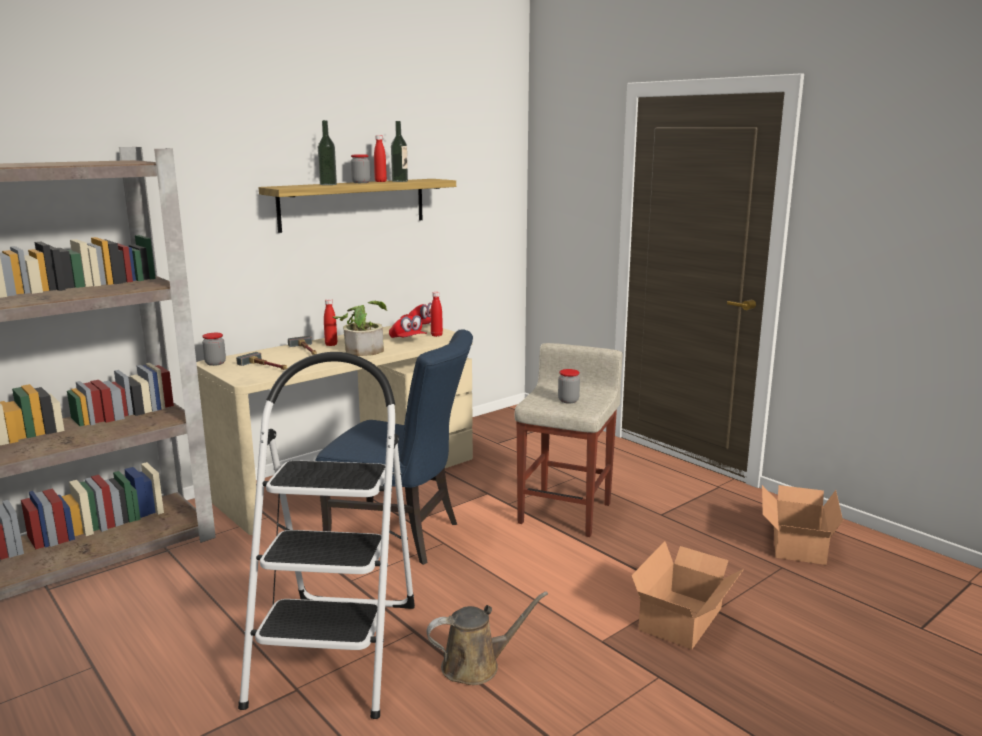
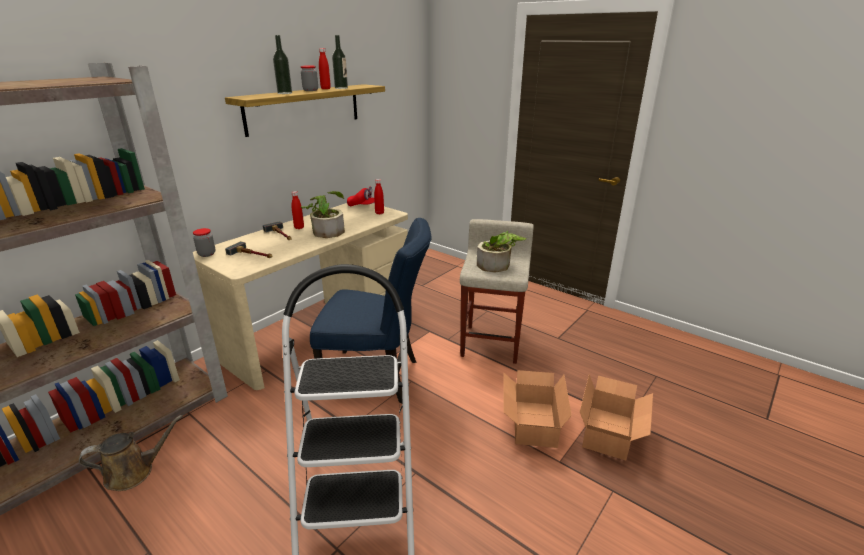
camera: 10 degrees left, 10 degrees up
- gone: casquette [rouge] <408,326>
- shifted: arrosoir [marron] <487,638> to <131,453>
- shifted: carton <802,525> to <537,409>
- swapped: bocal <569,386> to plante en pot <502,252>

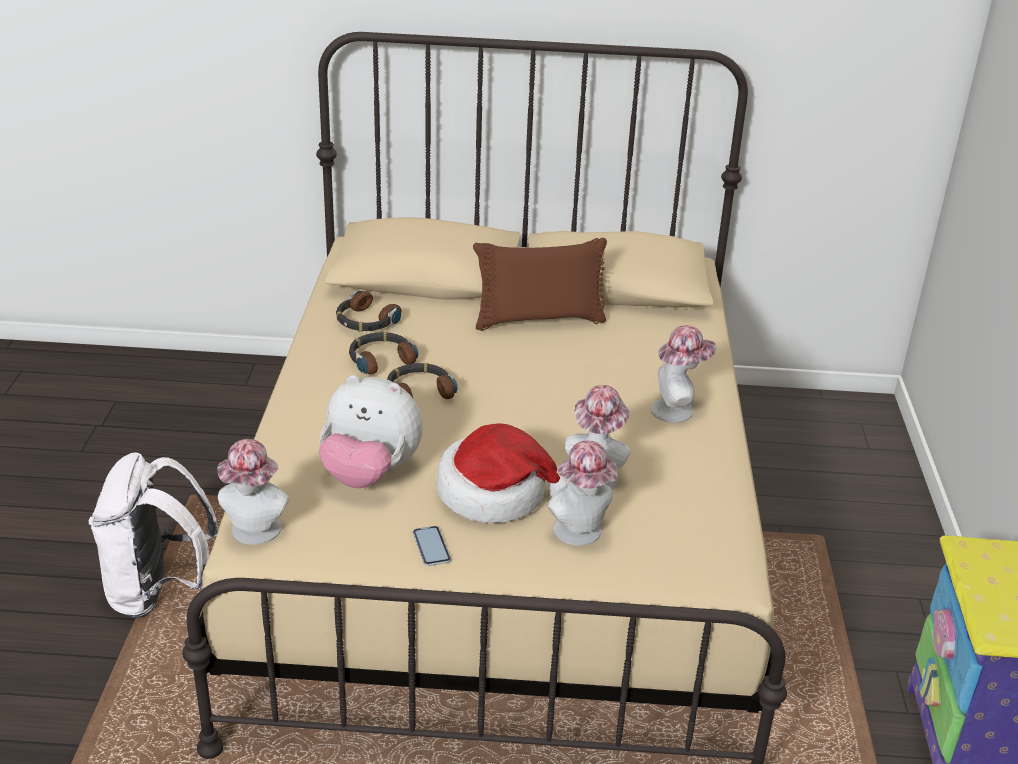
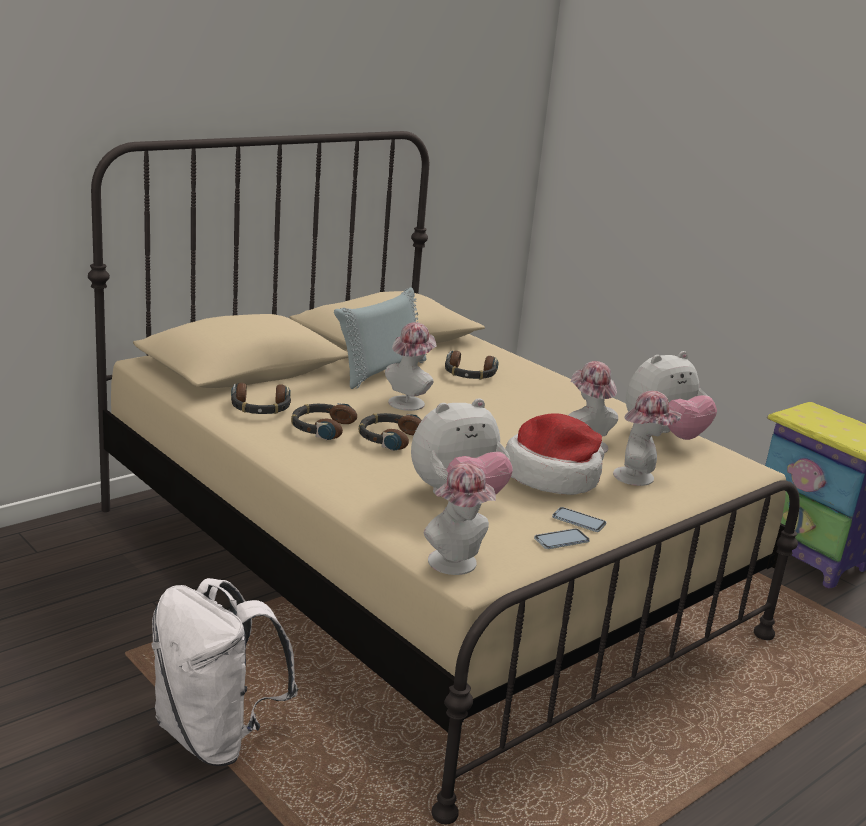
camera: 45 degrees left, 10 degrees down
- new: casque audio <472,365>
- new: téléphone <562,538>
- new: peluche <671,395>
- shifted: chapeau <683,374> to <411,366>
- repainted: coussin [marron] <540,284> to coussin [bleu] <380,338>

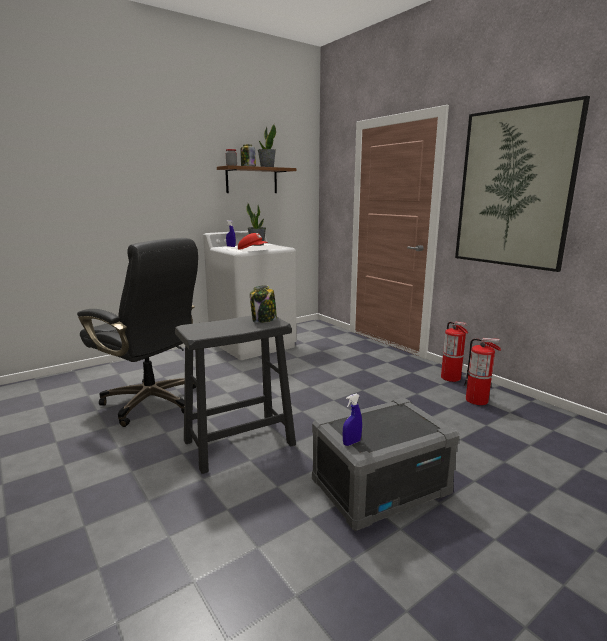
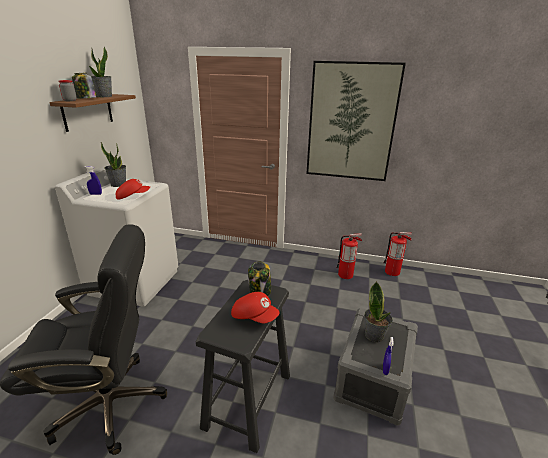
camera: 40 degrees left, 10 degrees up
- new: casquette [rouge] <255,307>
- new: plante en pot <378,311>
- shifted: extincteur <454,352> to <397,254>

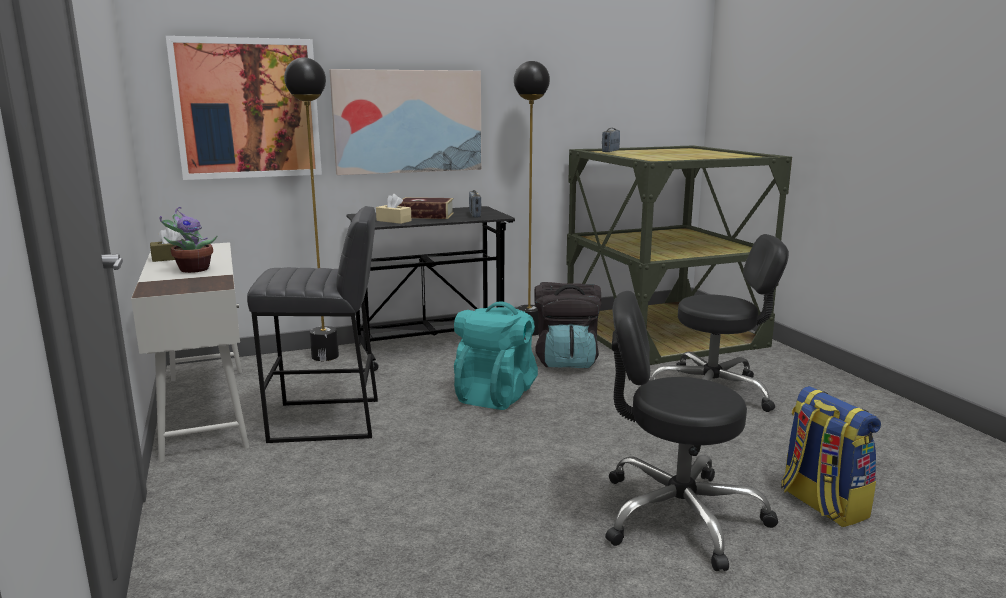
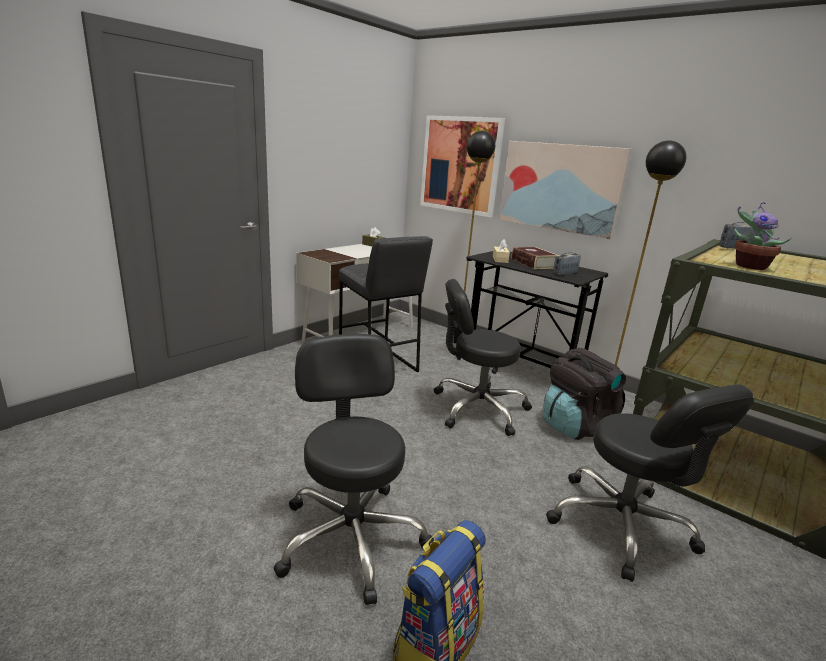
camera: 60 degrees right, 5 degrees up
- shifted: plante en pot <188,240> to <763,236>
- swapped: sac à dos [turquoise] <496,355> to chaise de bureau [noir] <483,357>

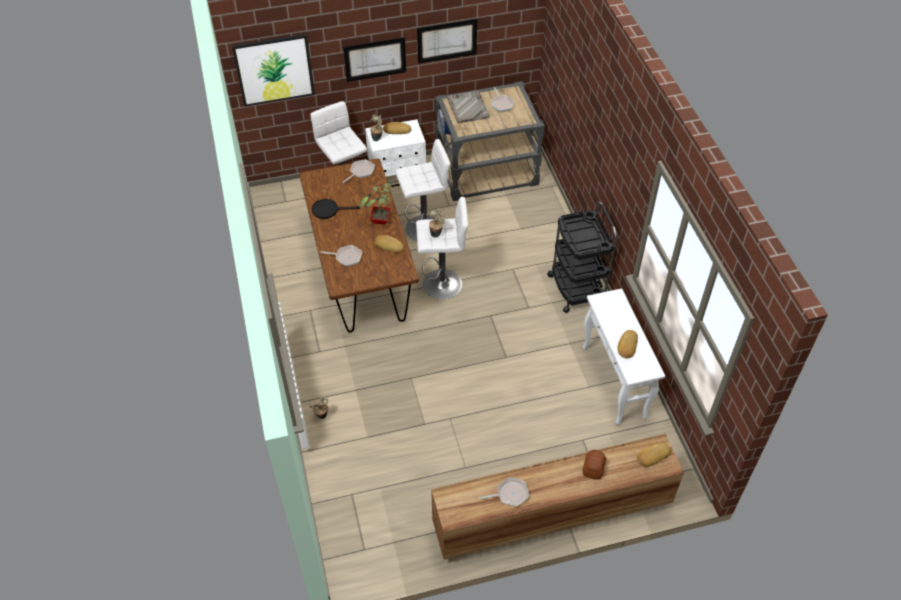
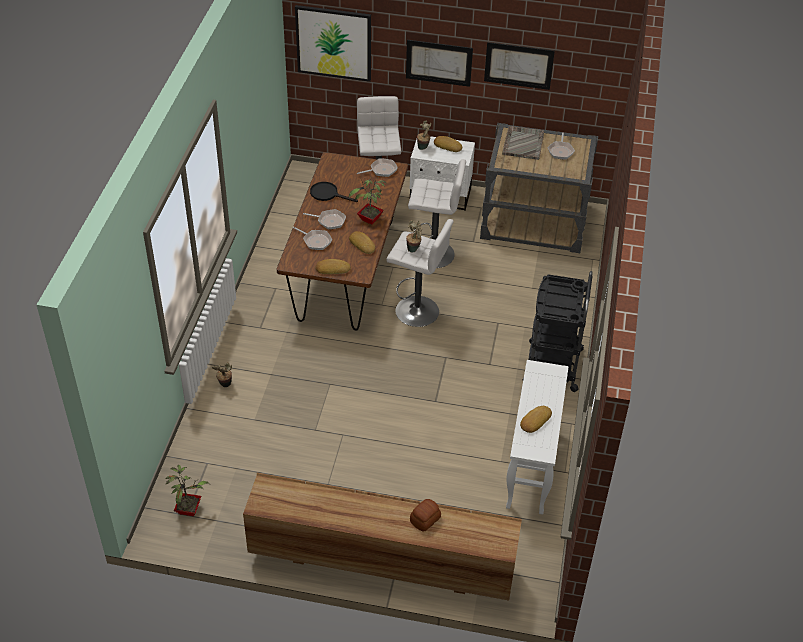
camera: 25 degrees right, 5 degrees down
- new: plante en pot <187,490>
- shifted: poêle <504,491> to <324,219>
- shifted: pain <654,455> to <333,266>

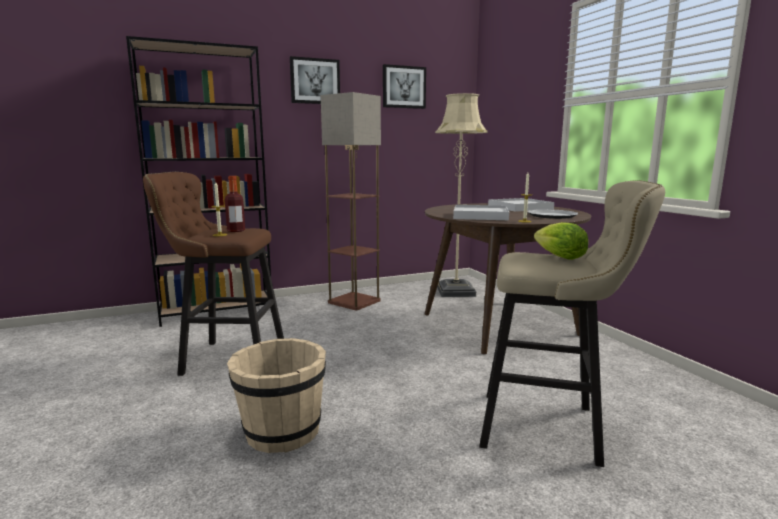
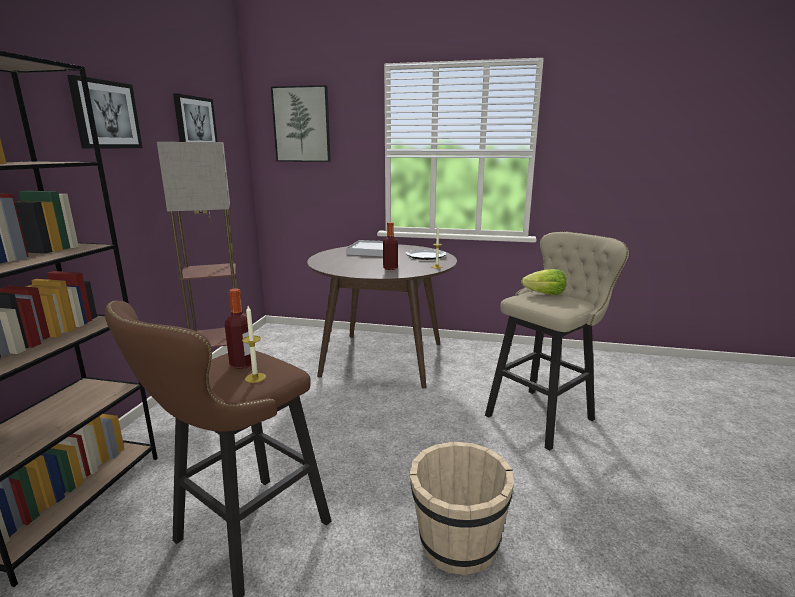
camera: 55 degrees left, 5 degrees up
- gone: lampadaire [beige] <461,195>
- new: tableau <301,123>
- swapped: plateau [blanc] <481,212> to bouteille <390,246>

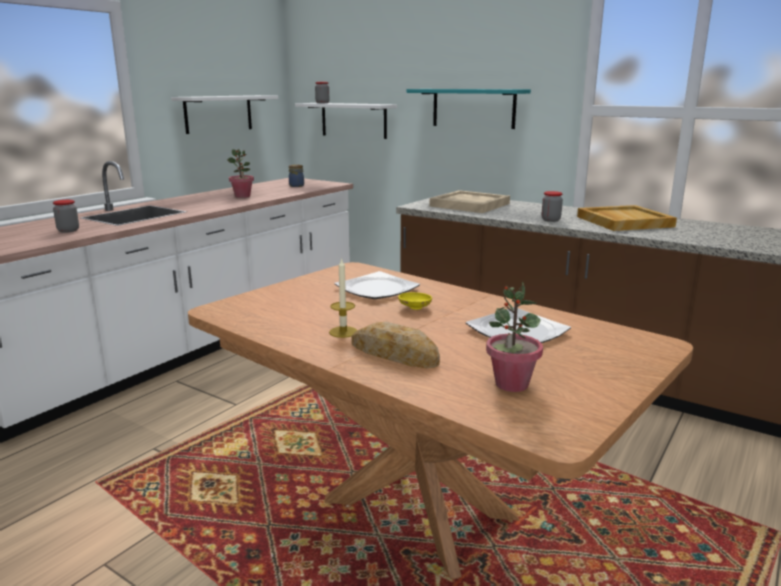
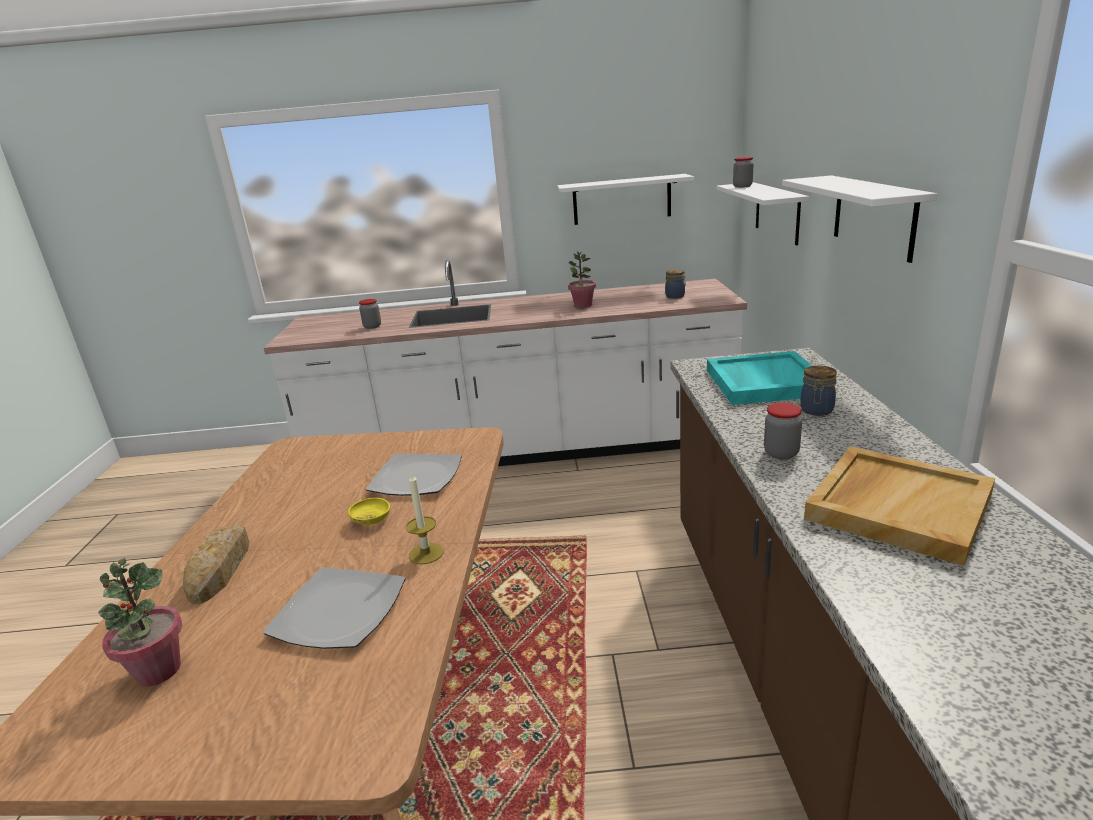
camera: 55 degrees right, 5 degrees up
- new: bocal <818,391>
- shifted: bougie <343,298> to <424,519>
- repainted: étagère [turquoise] <468,109> to étagère [blanc] <859,219>
- repainted: plateau [beige] <470,201> to plateau [turquoise] <759,378>

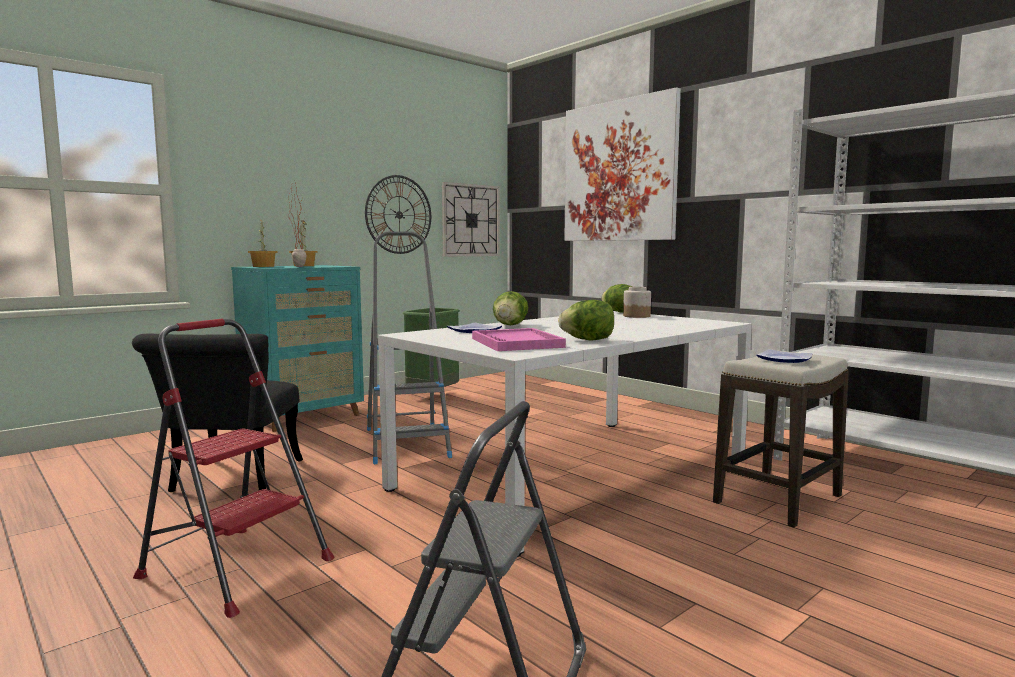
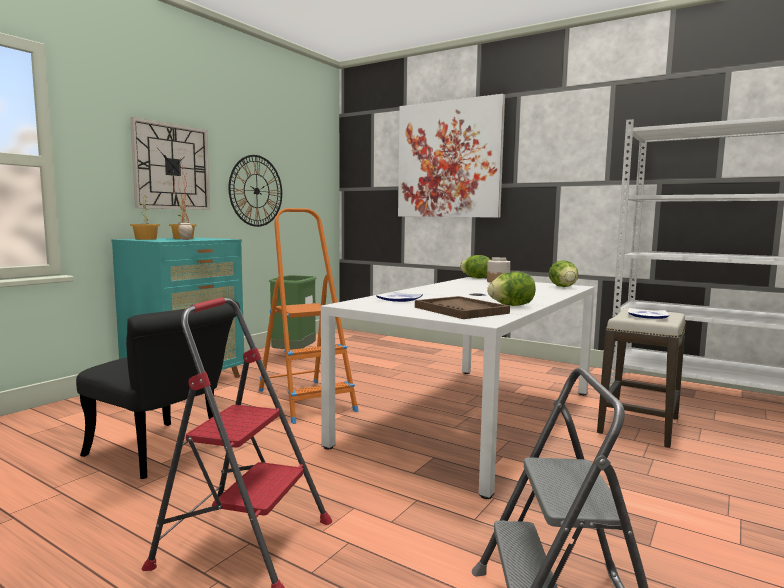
camera: 15 degrees left, 0 degrees up
- shifted: horloge murale <471,219> to <170,163>
- shifted: laitue <510,308> to <563,273>
- repainted: escabeau [gris] <409,347> to escabeau [orange] <309,316>
- repainted: plateau [rose] <519,339> to plateau [marron] <462,307>
- rotated: chaise [noir] <217,413> = <158,389> 45 degrees counterclockwise

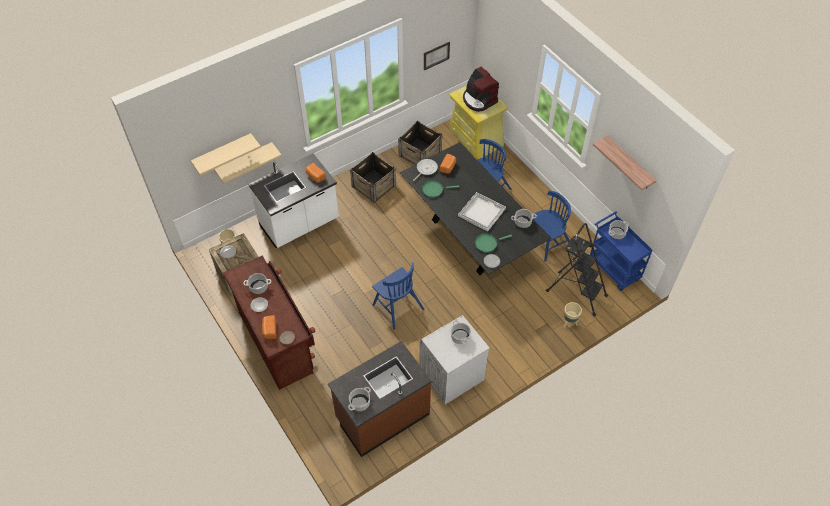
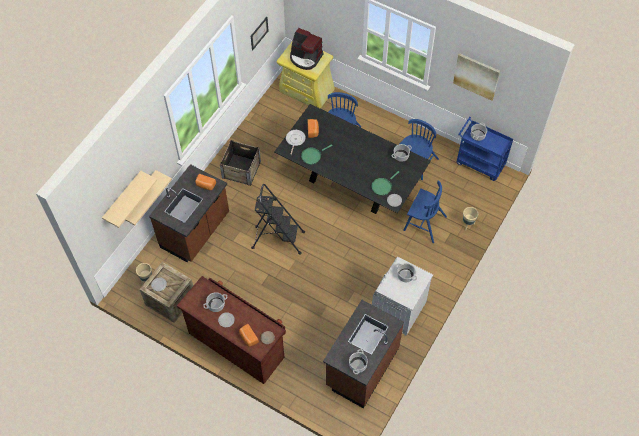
camera: 25 degrees left, 5 degrees up
- gone: caisse <420,142>
- gone: plateau [blanc] <482,212>
- shifted: chaise [bleu] <398,296> to <425,212>
- shifted: escabeau <577,269> to <278,219>
- swapped: étagère <625,163> to tableau <476,77>
- repainted: comptoir de cuisine [blanc] <293,200> to comptoir de cuisine [marron] <189,213>

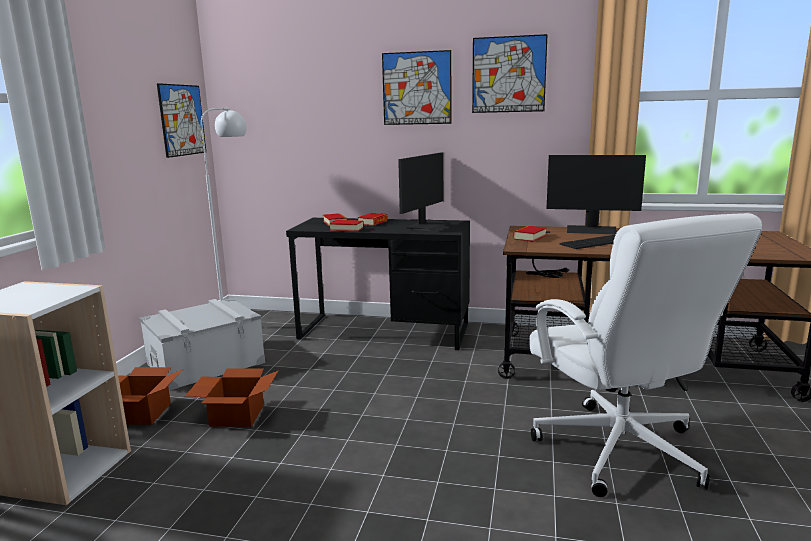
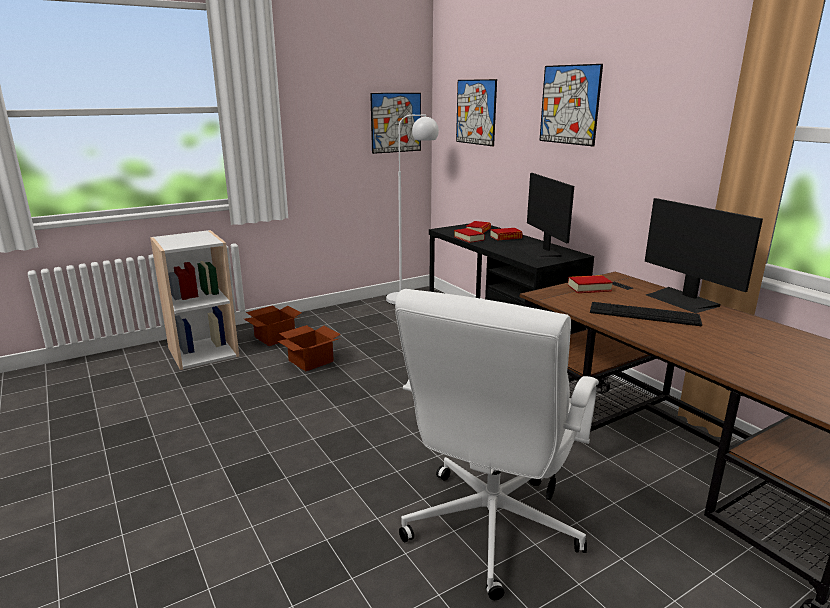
camera: 45 degrees right, 5 degrees up
- gone: boîte de rangement [gris] <202,344>
- shifted: tableau <510,73> to <476,112>
- rotated: écran d'ordinateur <424,191> = <545,216> 90 degrees clockwise

